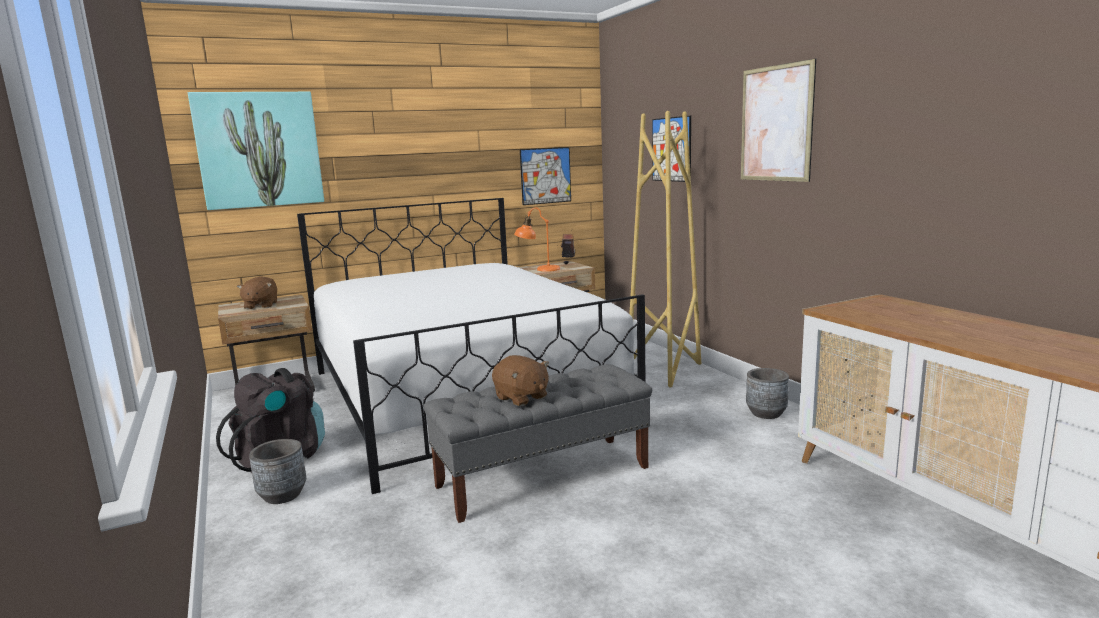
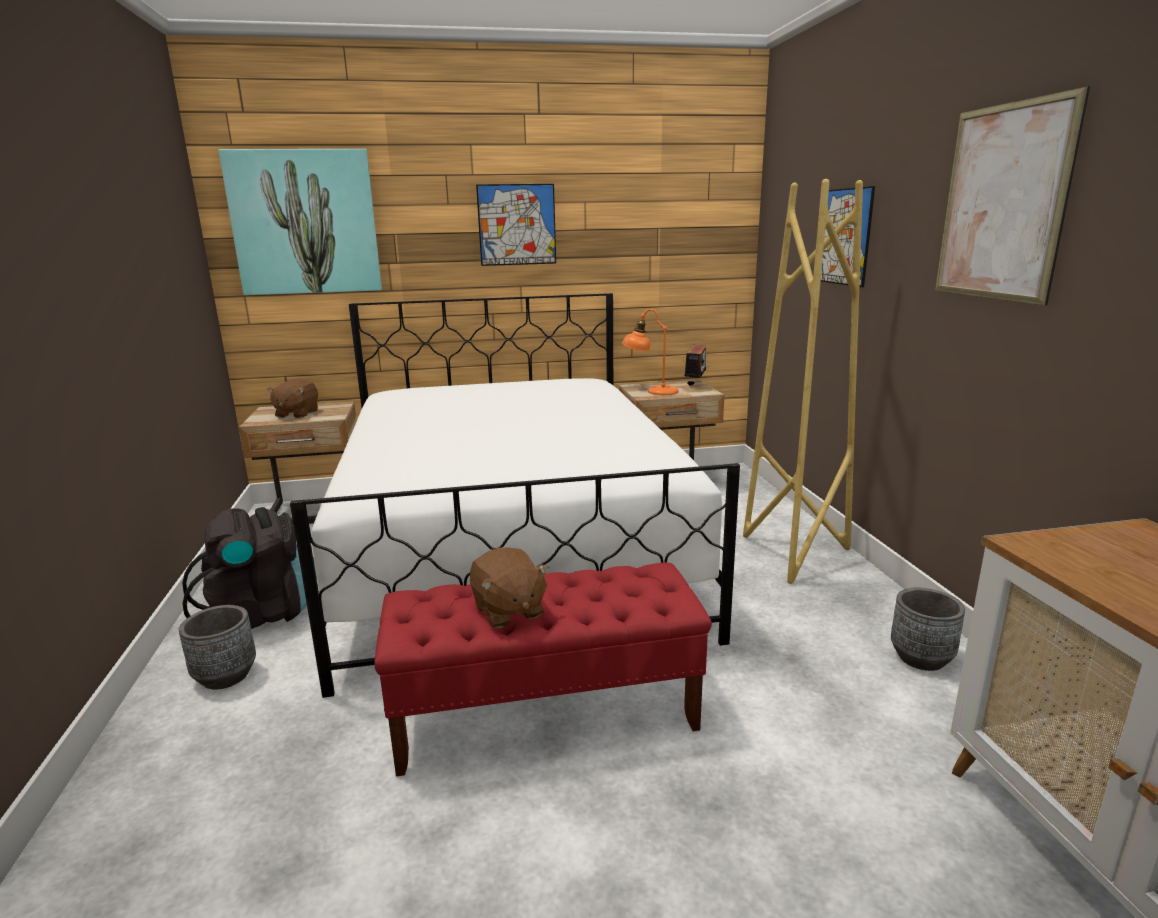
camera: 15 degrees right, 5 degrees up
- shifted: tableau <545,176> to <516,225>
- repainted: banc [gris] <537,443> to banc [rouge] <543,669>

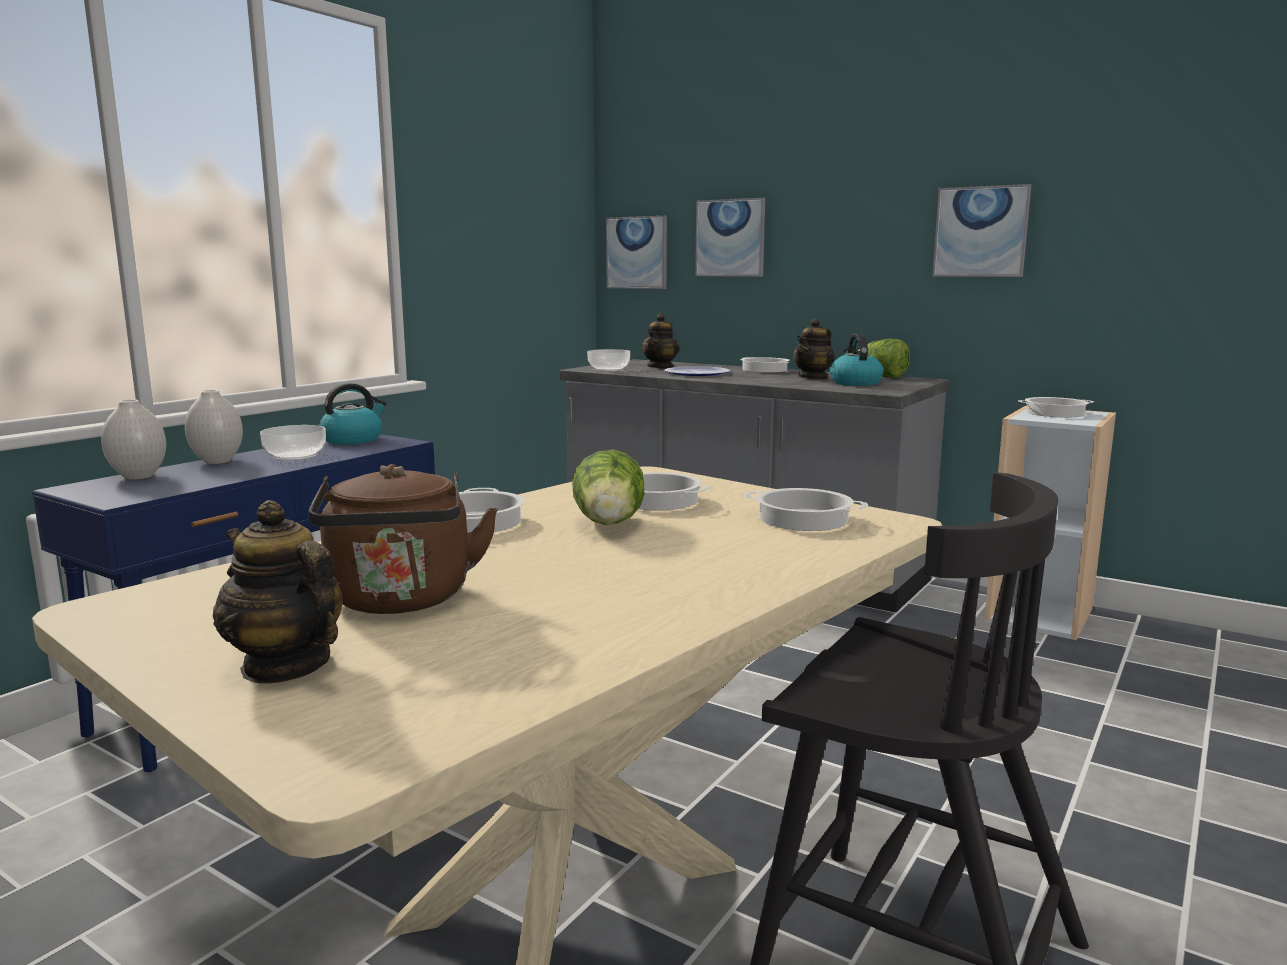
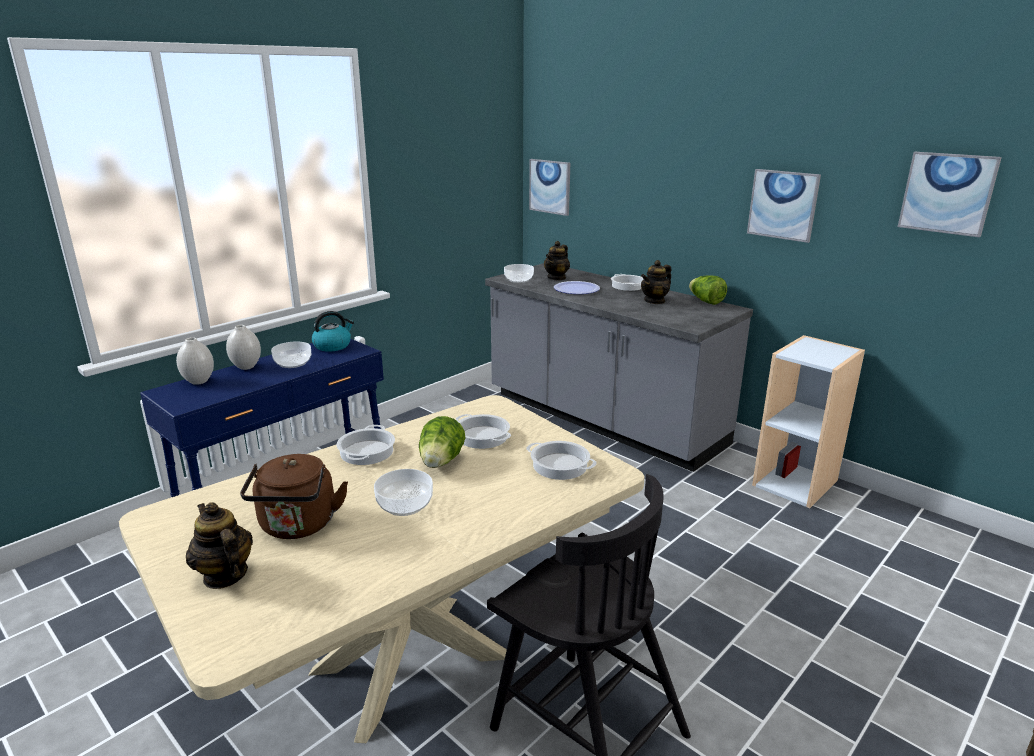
camera: 10 degrees right, 10 degrees up
- gone: bouilloire <856,359>
- gone: marmite <1056,407>
- new: bol <403,492>
- shifted: tableau <730,237> to <950,194>

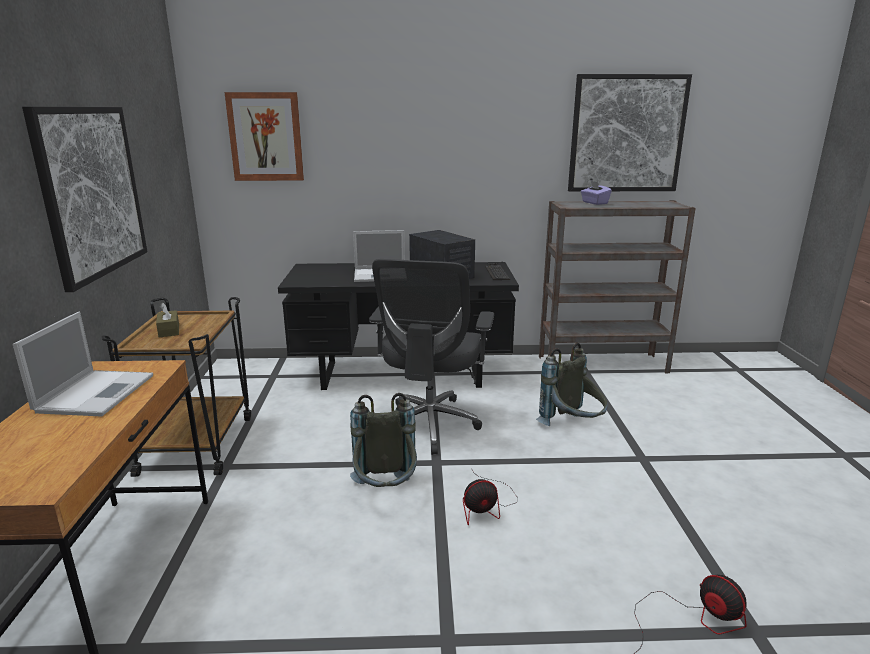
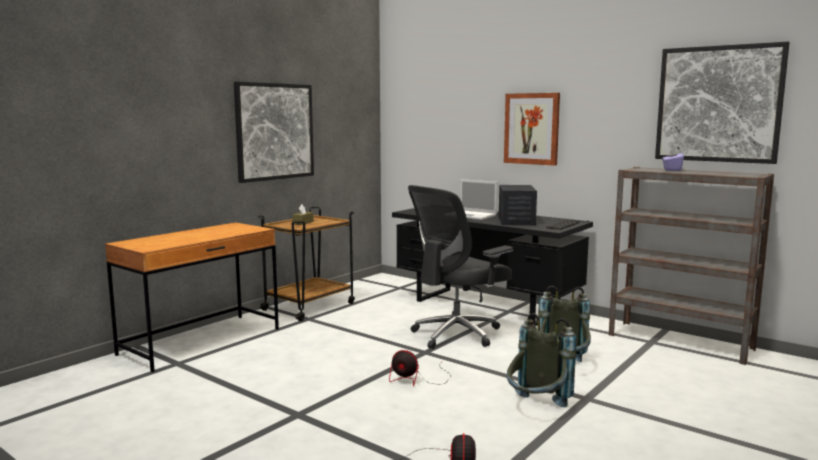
camera: 40 degrees right, 10 degrees down
- gone: ordinateur portable <83,364>
- shifted: tableau <264,136> to <532,129>
- shifted: sac à dos [gris] <383,440> to <541,360>

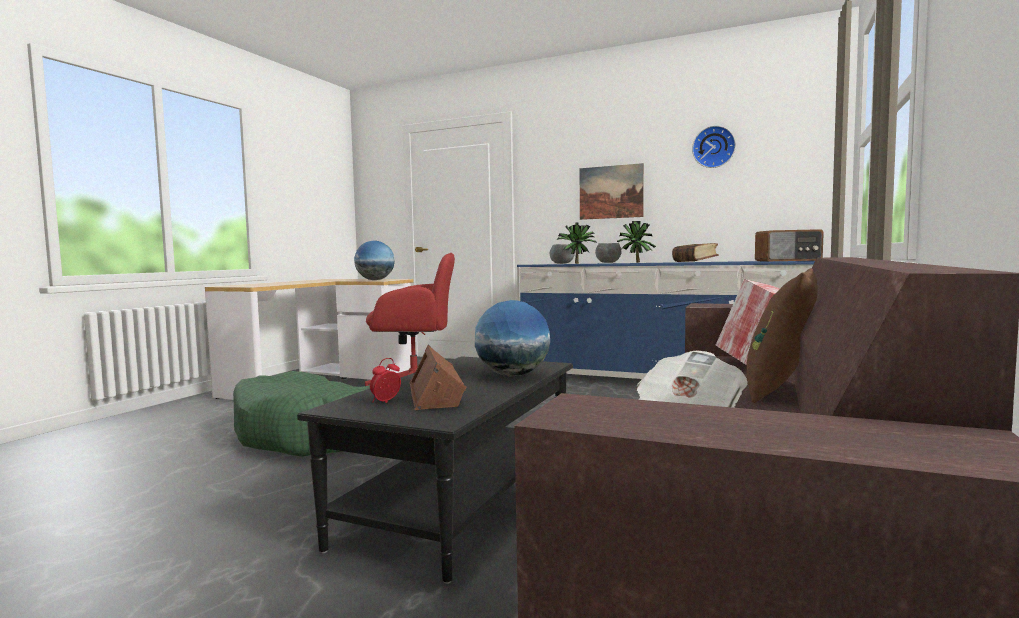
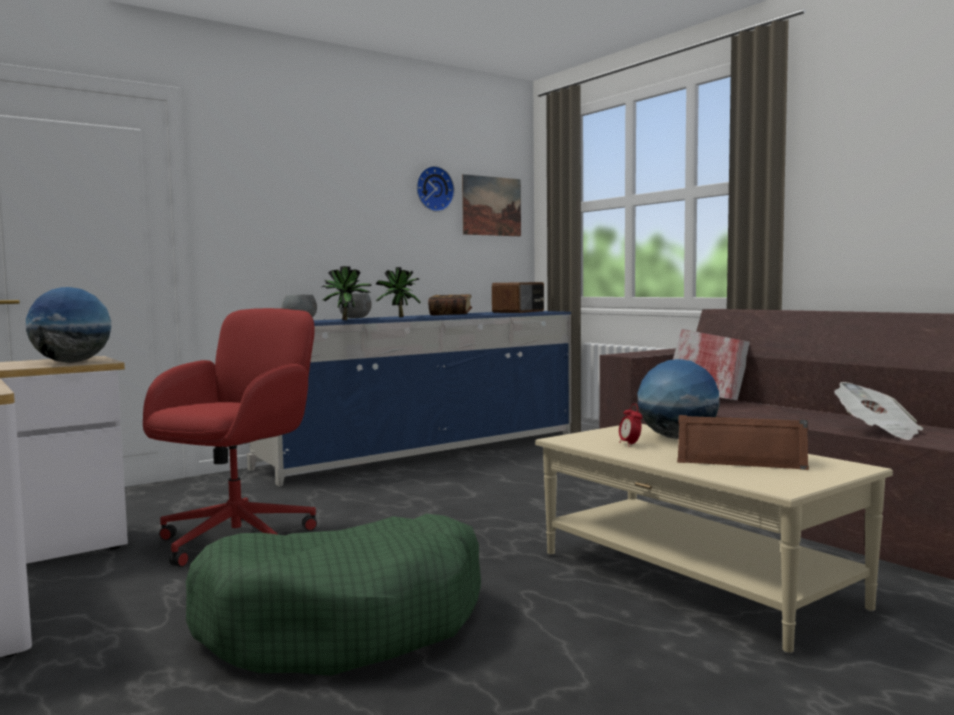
camera: 60 degrees left, 0 degrees up
- gone: coussin [marron] <782,335>
- shifted: réveil <385,380> to <630,425>
- shifted: tableau <612,191> to <491,205>
- repainted: table basse [noir] <435,470> to table basse [beige] <714,539>

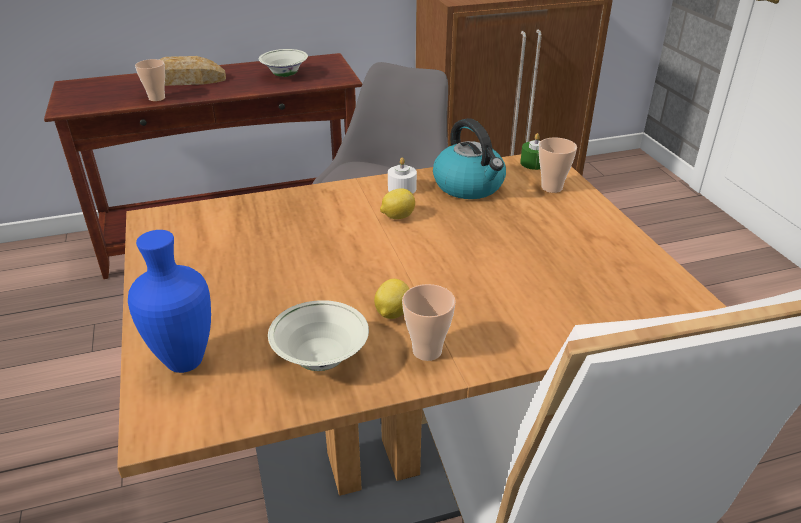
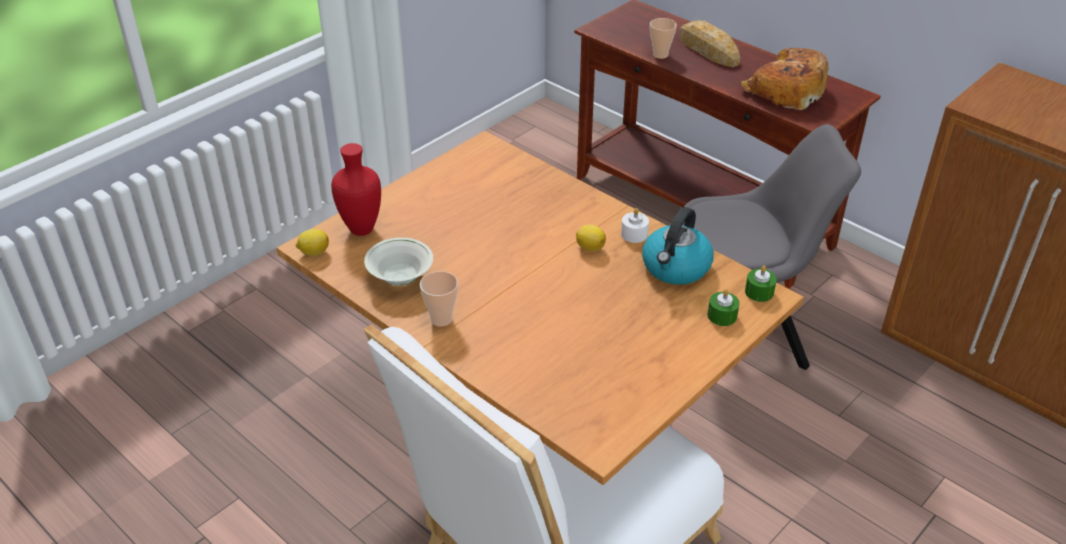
camera: 60 degrees right, 5 degrees up
- shifted: citron <391,299> to <312,242>
- swapped: bol [blanc] <283,63> to pain <784,79>
- swapped: tasse <558,165> to bougie [vert] <723,307>
- repainted: vase [bleu] <169,301> to vase [rouge] <356,189>

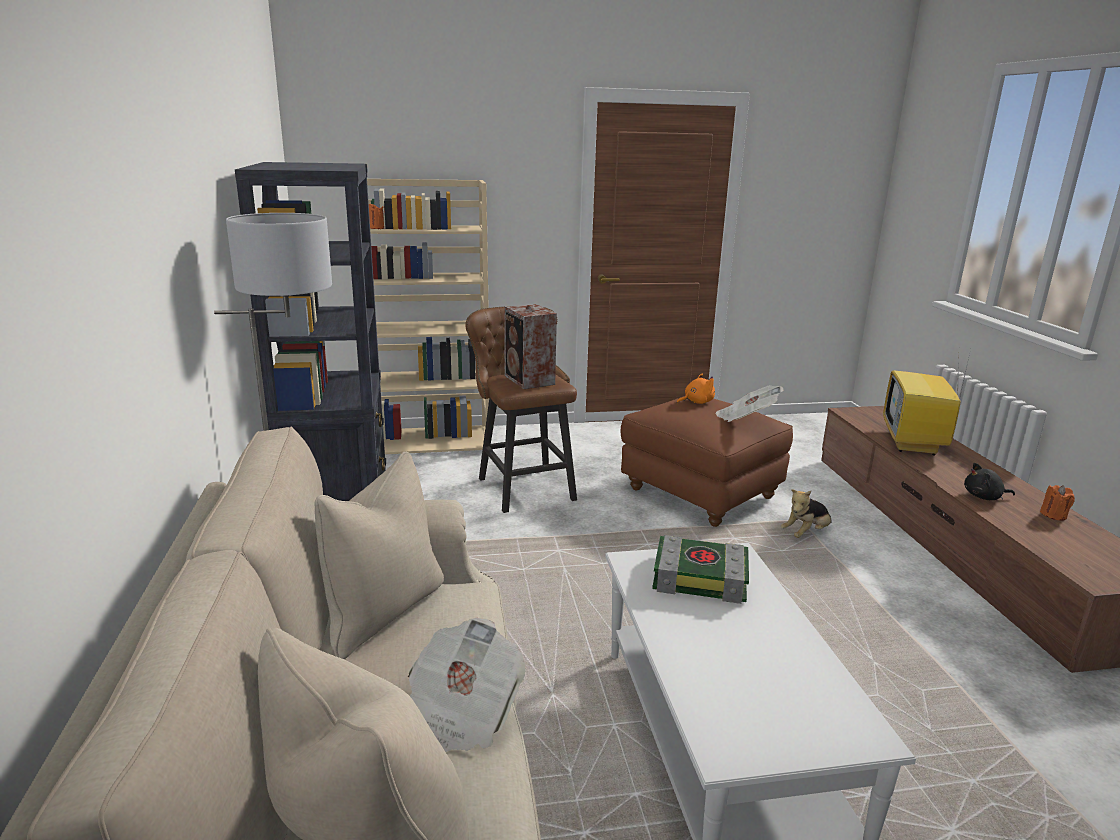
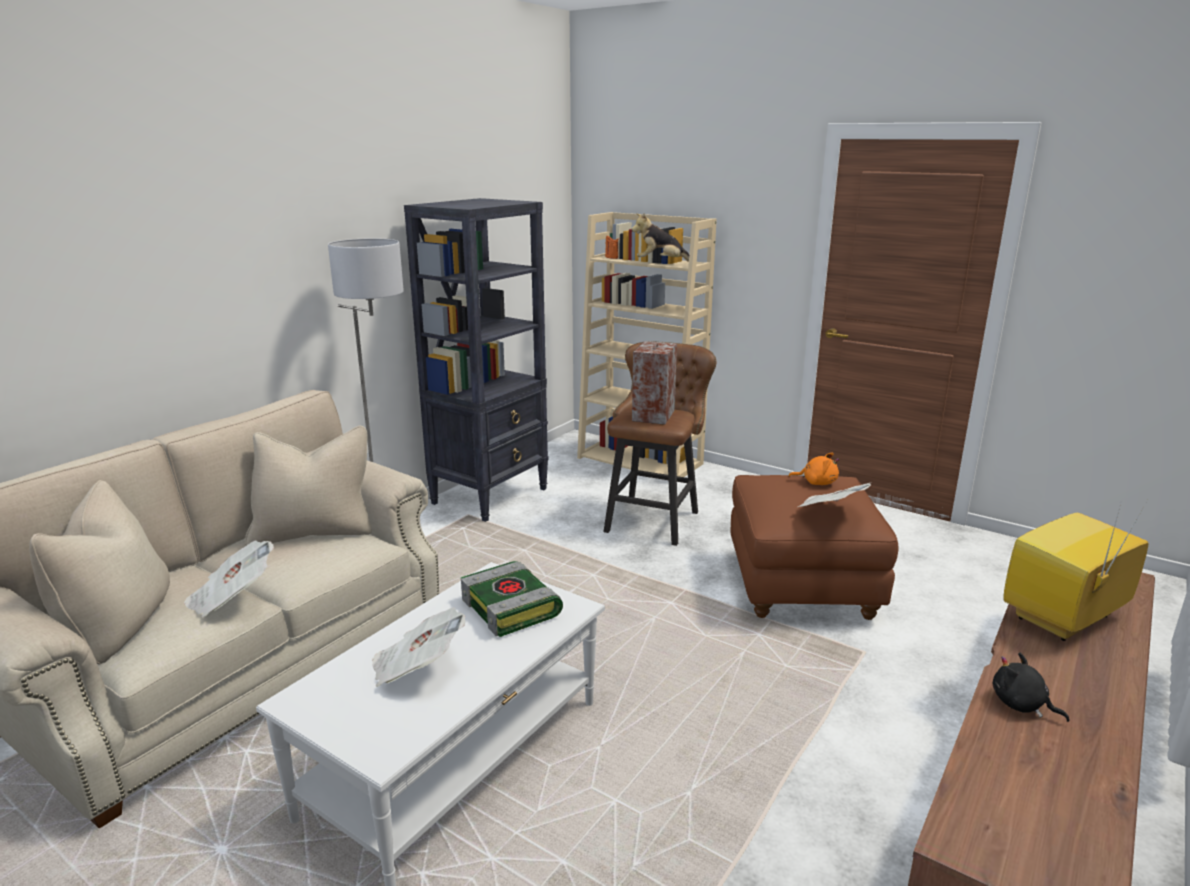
camera: 45 degrees right, 0 degrees up
- gone: bougie [orange] <1057,503>
- new: journal <419,647>
- shifted: peluche <806,513> to <660,237>

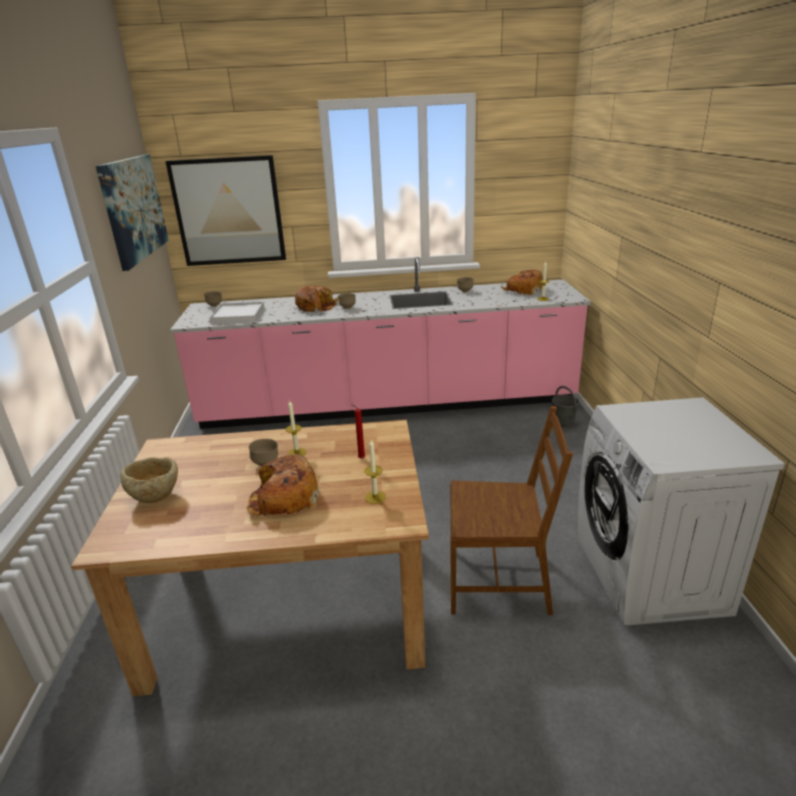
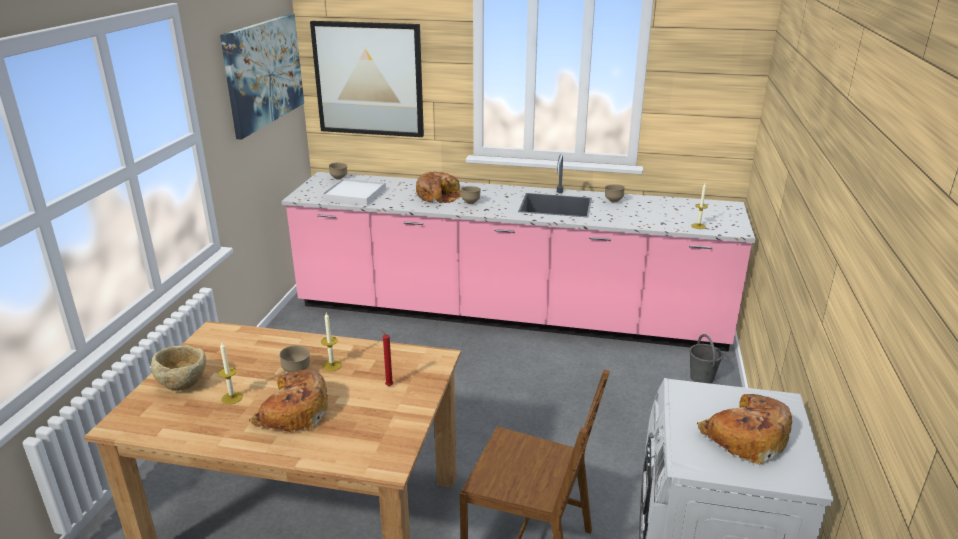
camera: 15 degrees right, 0 degrees up
- shifted: bougie <375,472> to <230,373>
- shifted: pain <522,282> to <744,429>

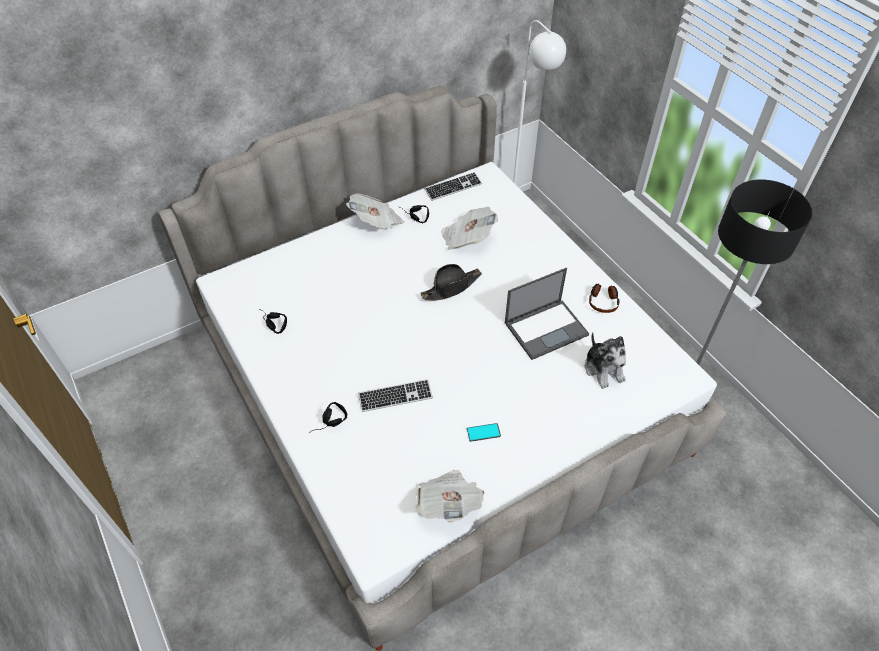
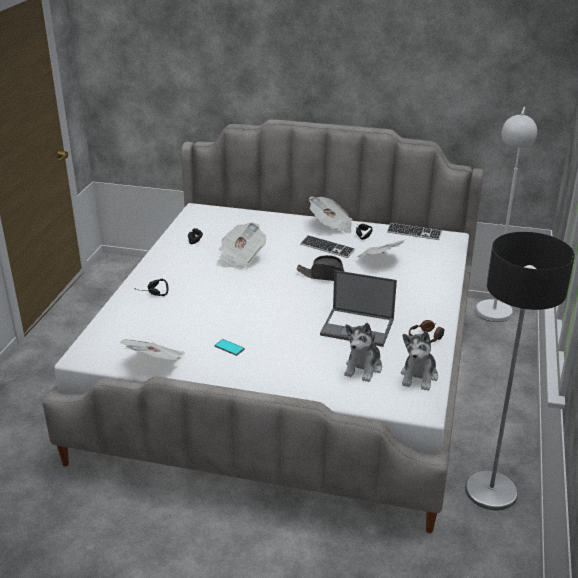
camera: 45 degrees right, 20 degrees down
- new: journal <241,245>
- new: peluche <419,361>
- shifted: clavier <395,395> to <327,246>

